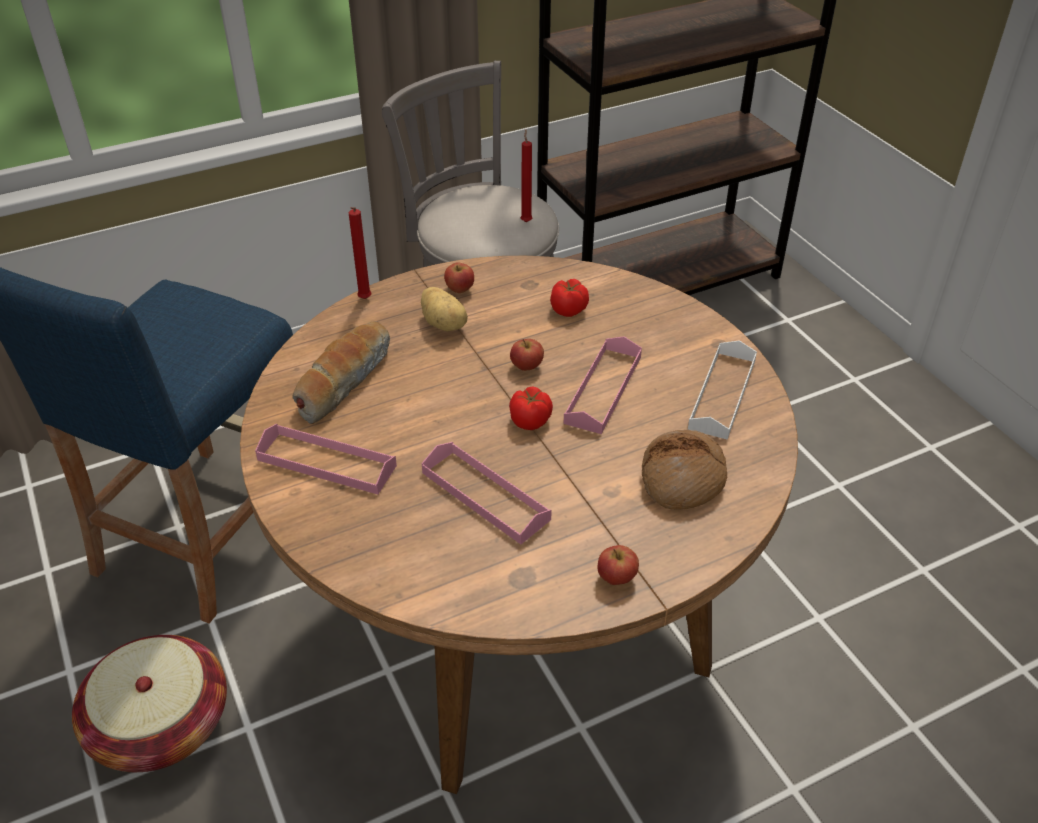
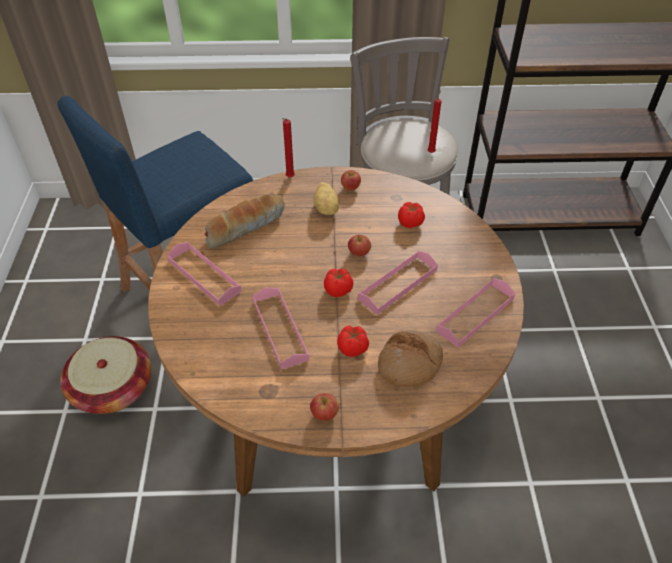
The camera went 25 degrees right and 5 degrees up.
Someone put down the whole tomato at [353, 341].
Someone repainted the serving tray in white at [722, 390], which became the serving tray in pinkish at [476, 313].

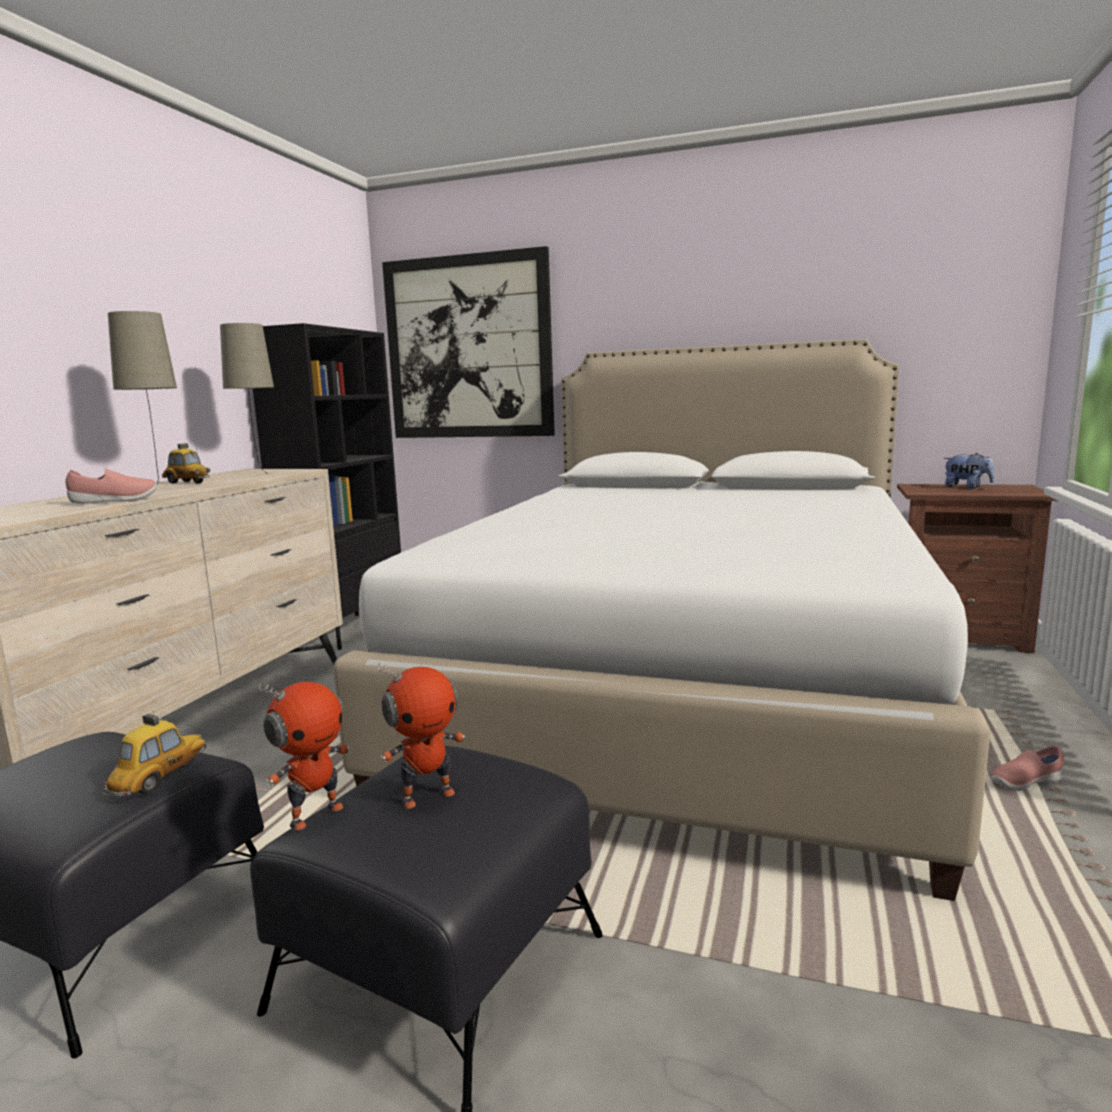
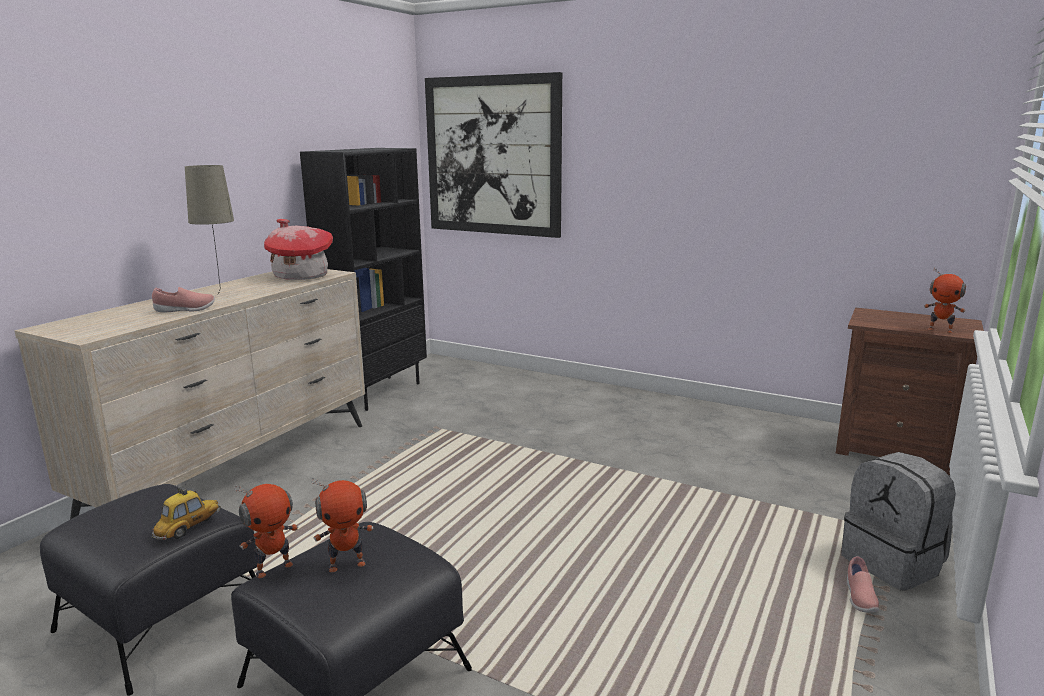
The camera went 10 degrees right and 5 degrees up.
Someone took away the model car at [186, 463].
Someone took away the bedroom bed in white at [661, 620].
Someone took away the cuddly toy at [969, 471].
Someone put down the backpack in greyish at [898, 521].
Someone put down the toy robot at [945, 300].
Someone swapped the lamp for a table in beige-coloured at [247, 398] for the model house at [298, 249].
Someone rotated the shoe in pinkish at [1028, 768] by 75 degrees counterclockwise.

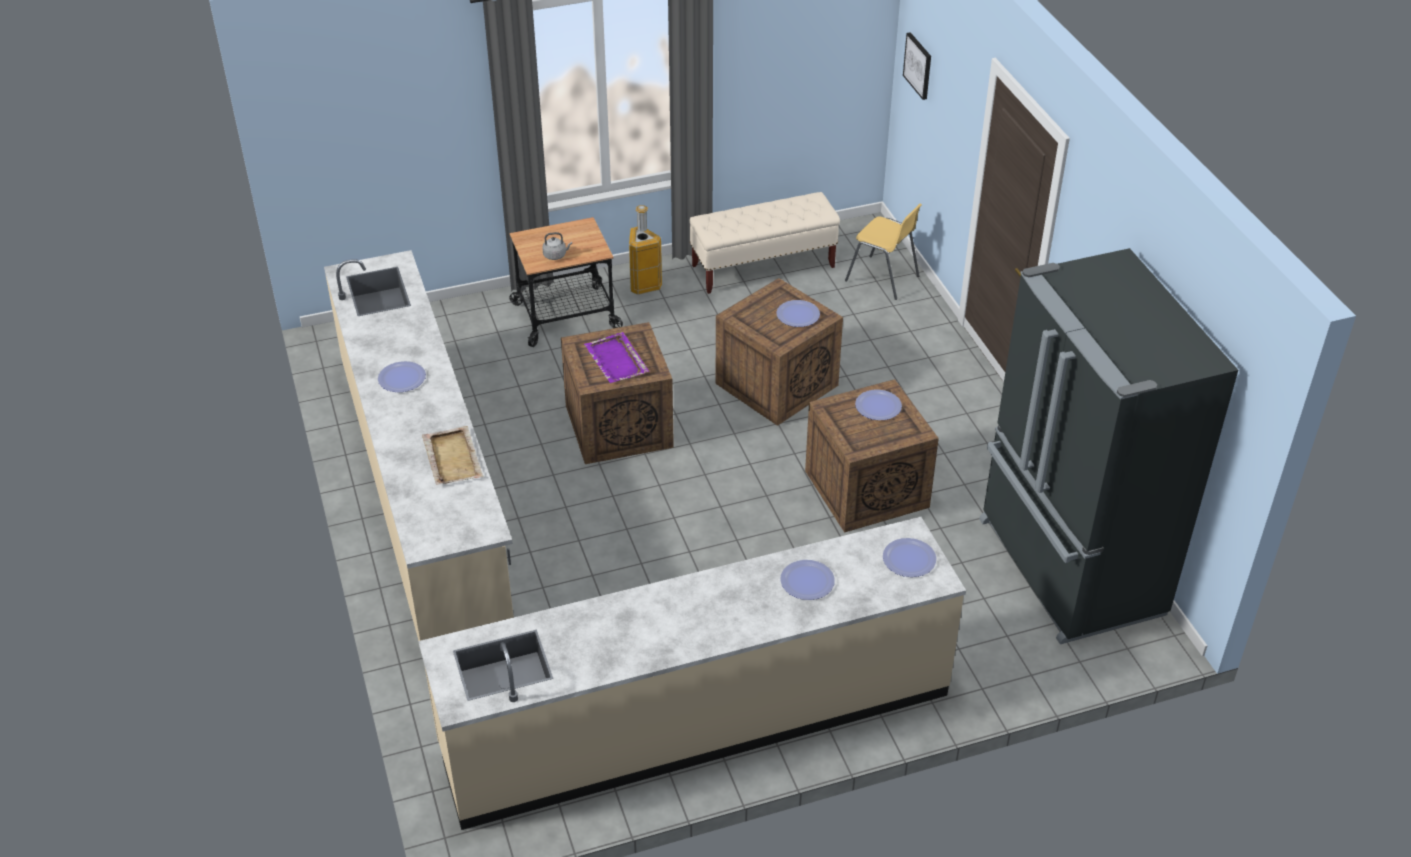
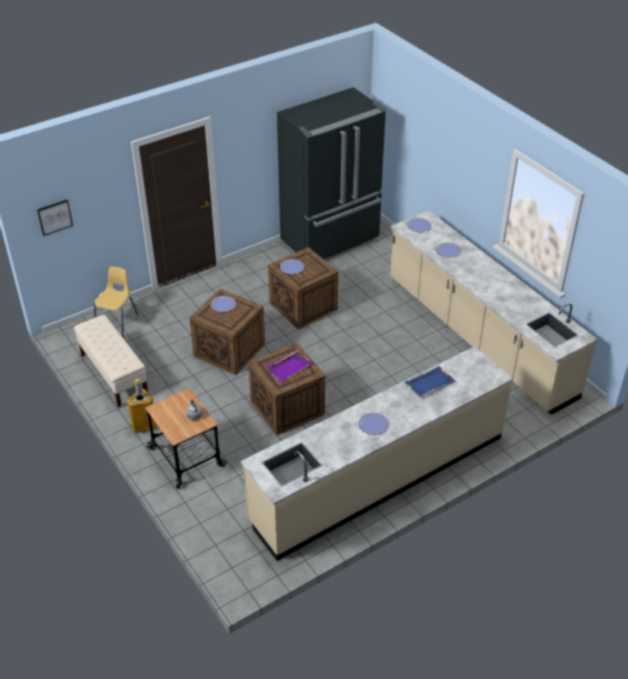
The camera went 105 degrees left and 0 degrees up.
Someone repainted the serving tray in beige-coloured at [453, 455], which became the serving tray in bluish at [430, 382].

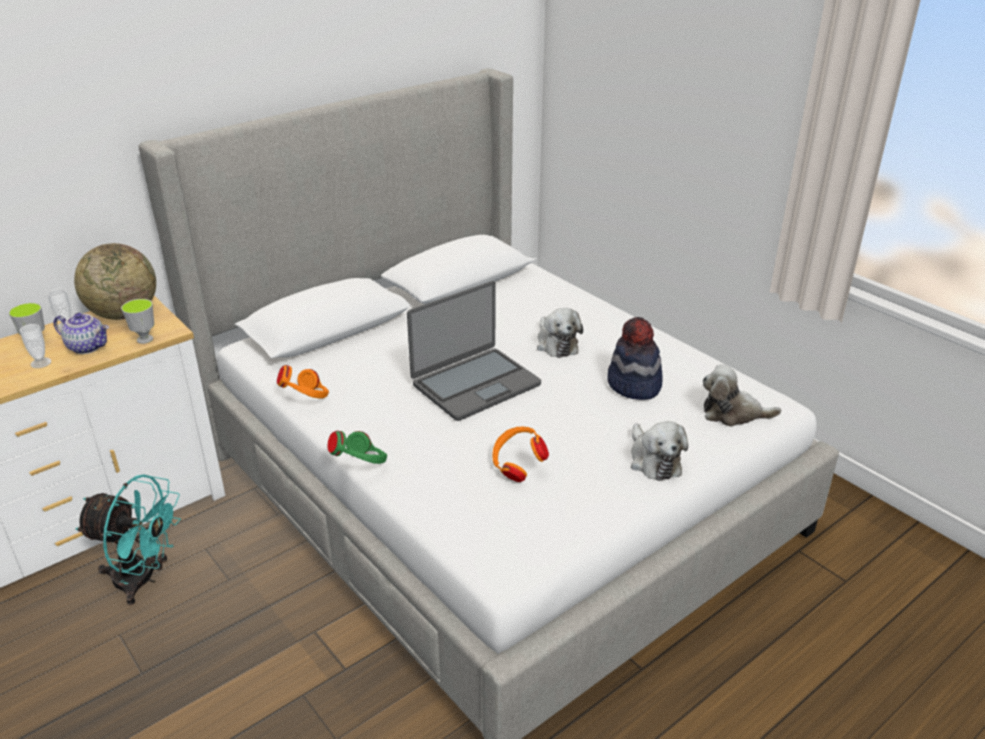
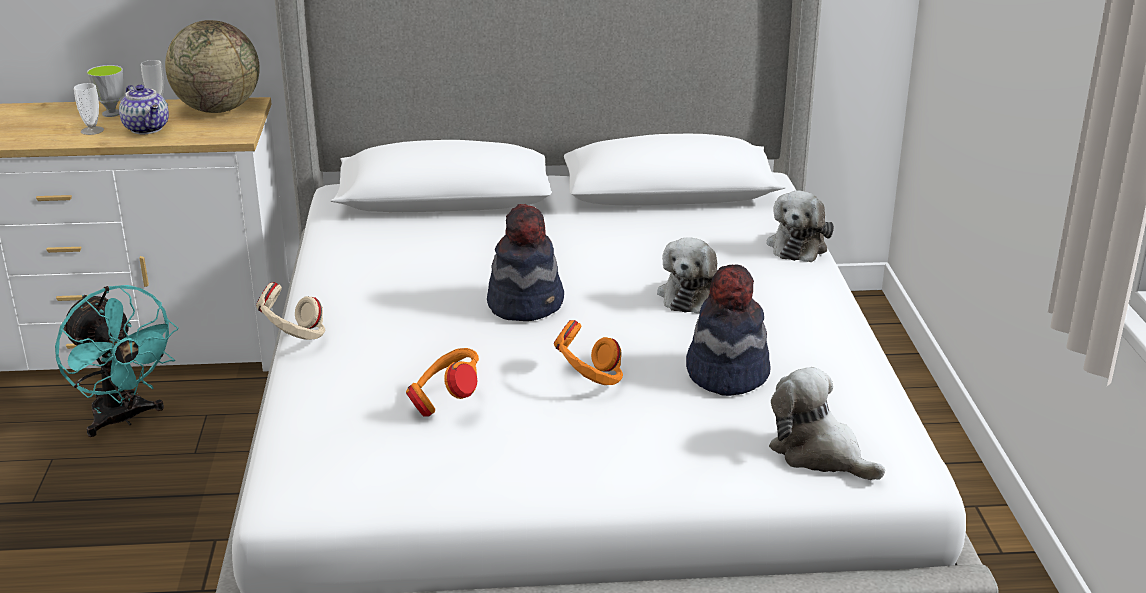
The camera went 35 degrees right and 5 degrees down.
Someone took away the small cup at [137, 321].
Someone carried the pair of headphones in orange from [303, 381] to [588, 352].
Someone carried the cuddly toy from [659, 451] to [800, 226].
Someone swapped the portable computer at [474, 351] for the hat at [525, 262].
Someone repainted the pair of headphones in green-coloured at [357, 447], which became the pair of headphones in beige-coloured at [290, 311].

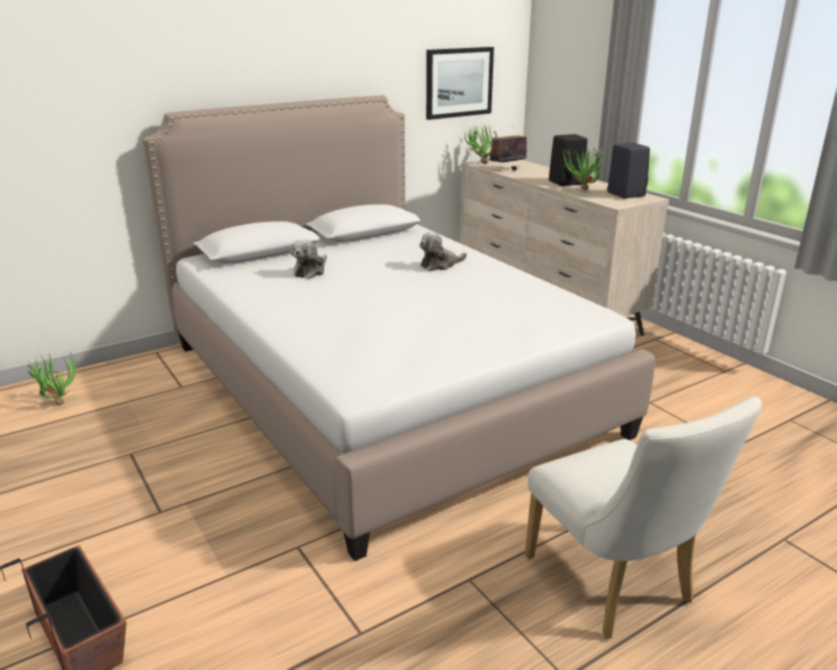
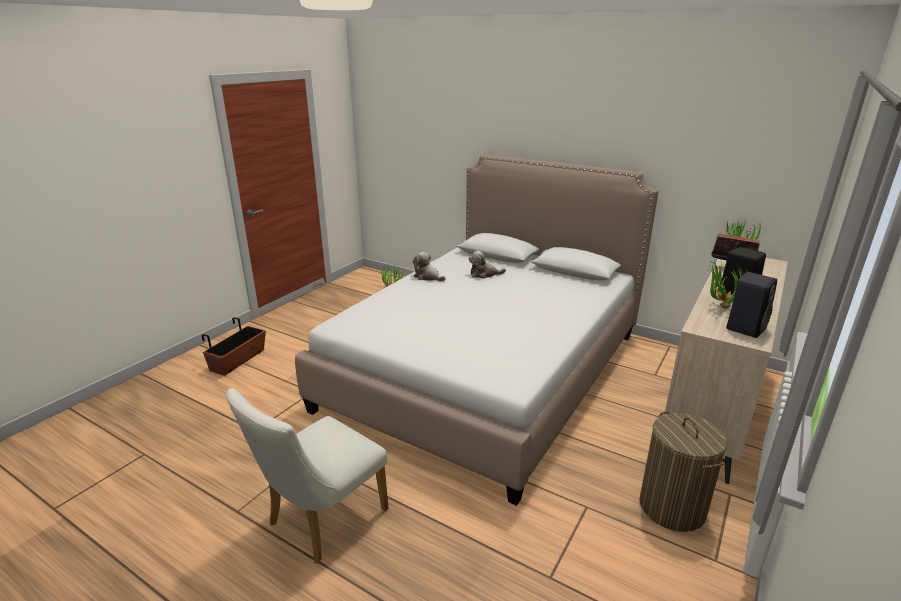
The camera went 65 degrees right and 0 degrees up.
Someone took away the wall picture at [460, 83].
Someone put down the hamper at [683, 471].
Someone carried the cuddly toy from [443, 251] to [429, 266].

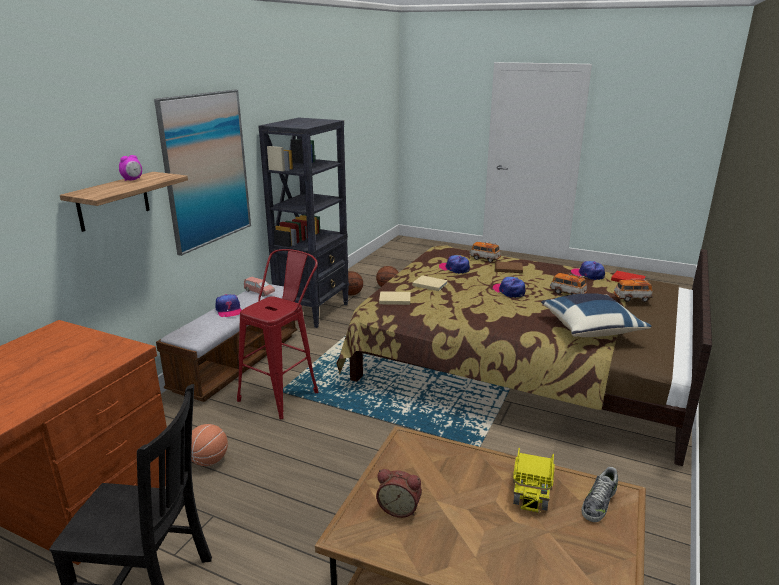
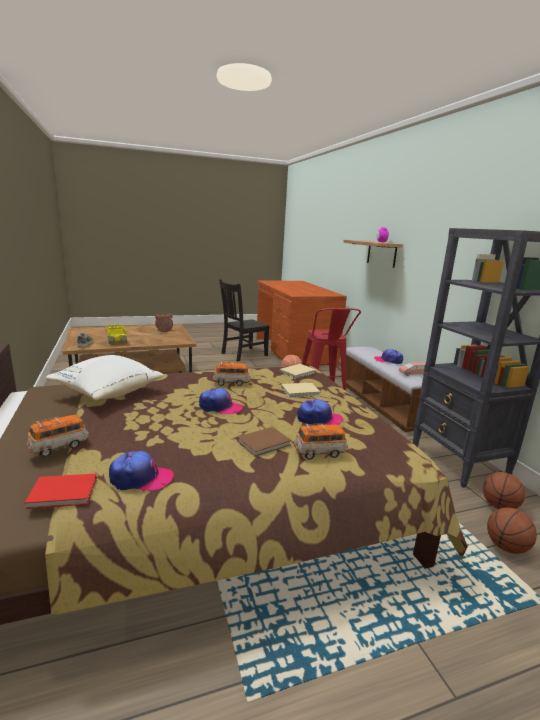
The camera went 135 degrees right and 5 degrees down.
Someone took away the wall picture at [202, 173].
Someone carried the model car from [568, 284] to [232, 374].
Someone repainted the cushion in bluish at [596, 315], which became the cushion in white at [105, 377].

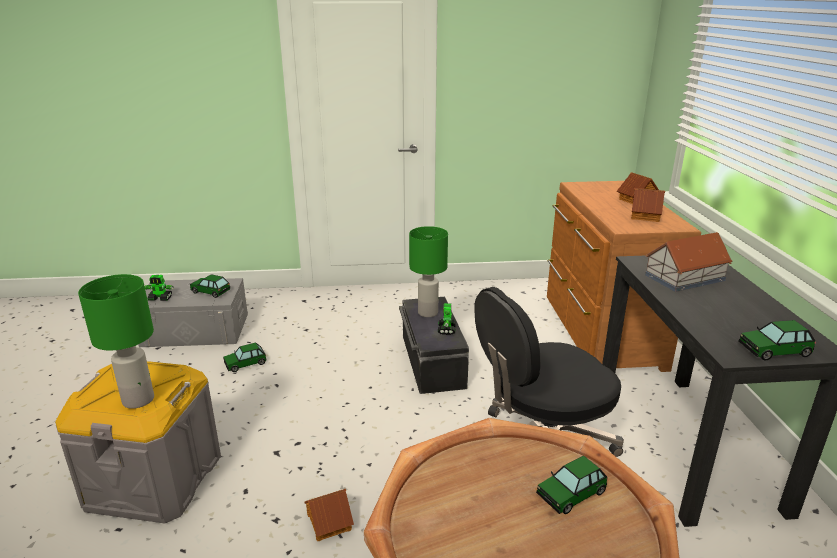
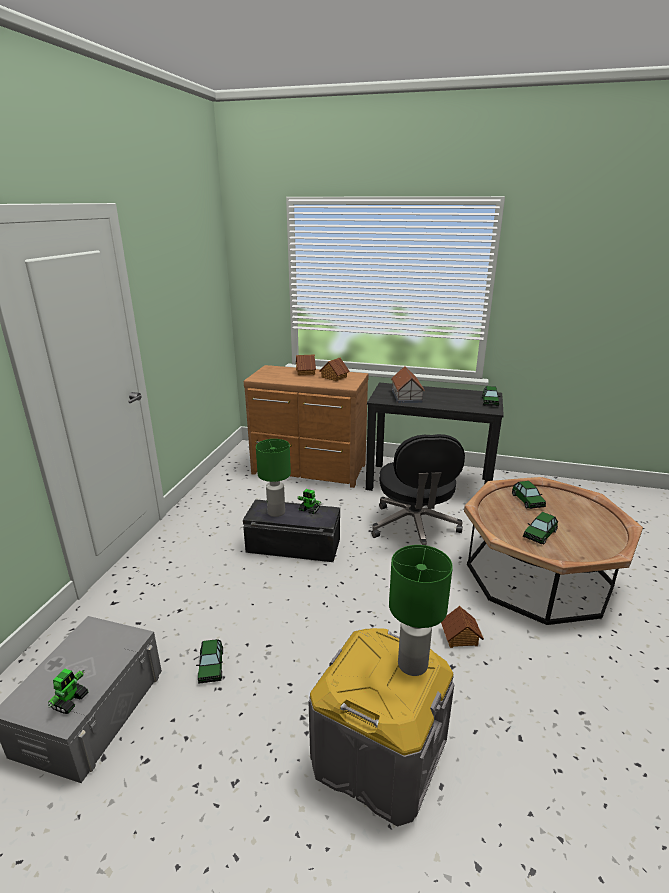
The camera went 70 degrees left and 0 degrees up.
Someone carried the model car from [210, 286] to [540, 528].

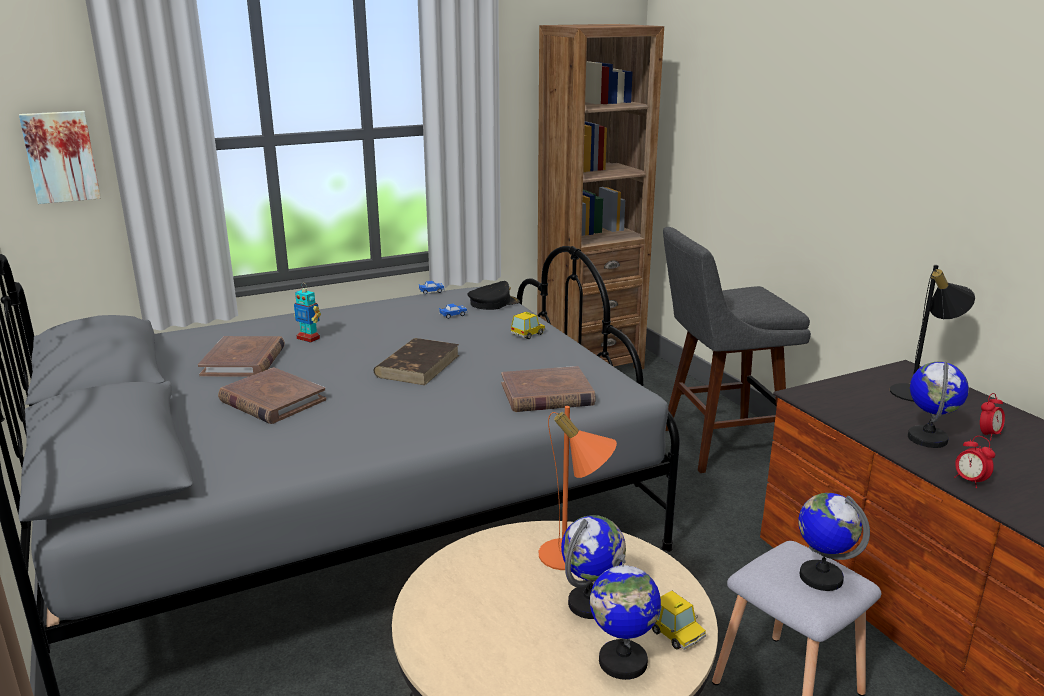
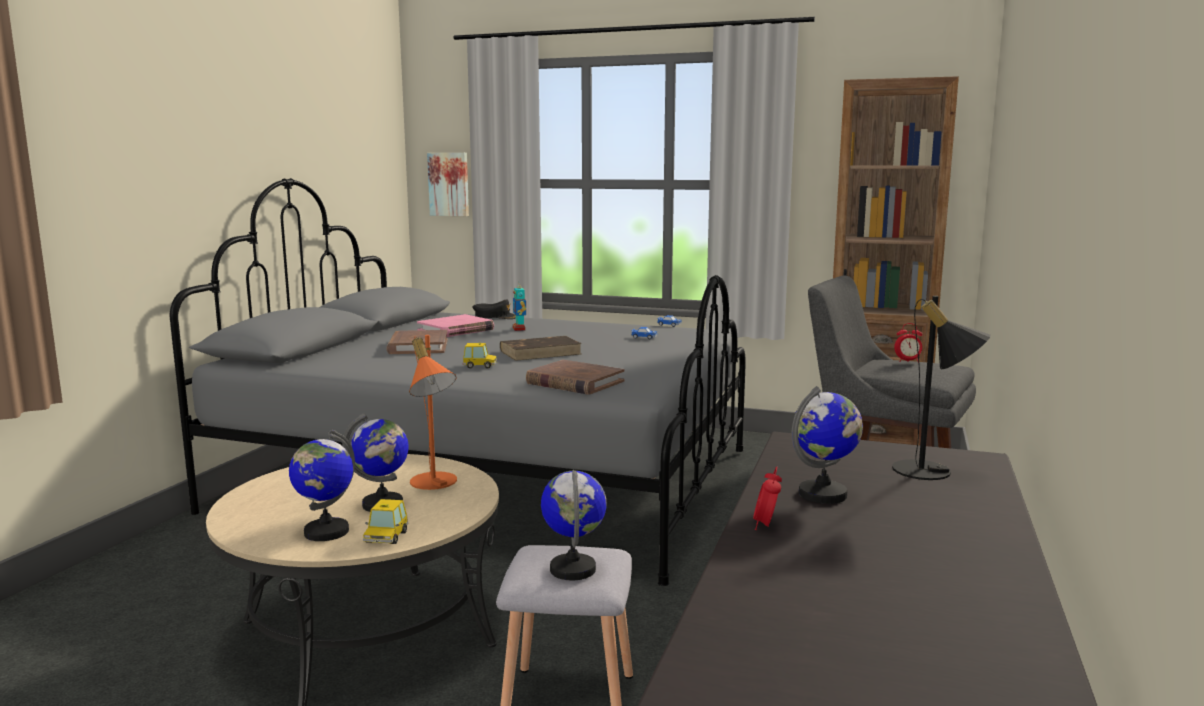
The camera went 45 degrees right and 10 degrees down.
Someone carried the peaked cap in black from [493, 295] to [494, 309].
Someone carried the model car from [527, 325] to [480, 355].
Someone carried the alarm clock from [992, 416] to [908, 342].
Someone repainted the bound book in brown-coloured at [241, 356], which became the bound book in pinkish at [455, 325].

